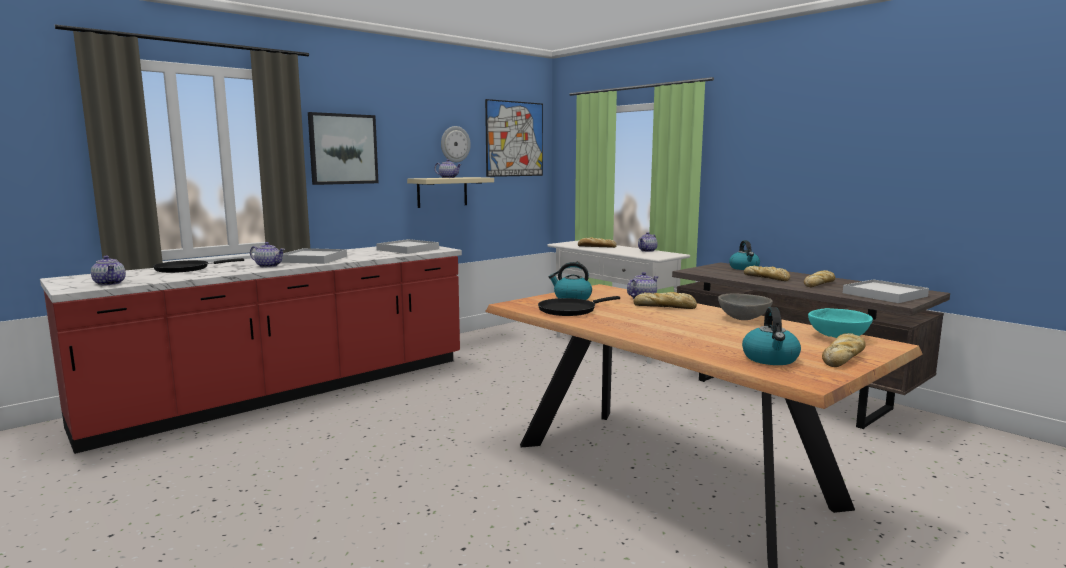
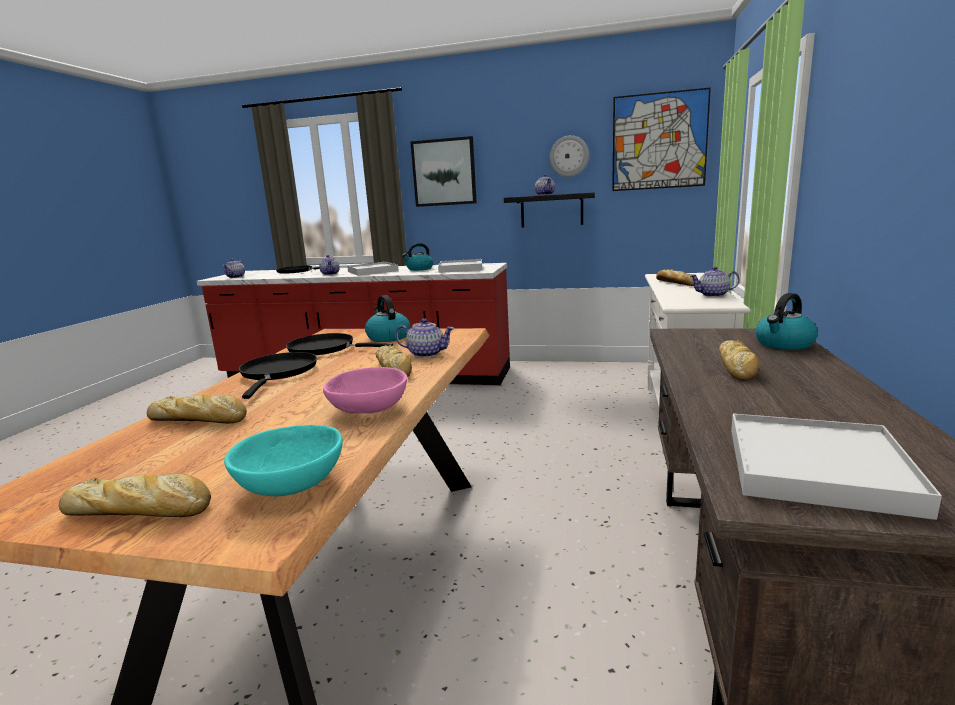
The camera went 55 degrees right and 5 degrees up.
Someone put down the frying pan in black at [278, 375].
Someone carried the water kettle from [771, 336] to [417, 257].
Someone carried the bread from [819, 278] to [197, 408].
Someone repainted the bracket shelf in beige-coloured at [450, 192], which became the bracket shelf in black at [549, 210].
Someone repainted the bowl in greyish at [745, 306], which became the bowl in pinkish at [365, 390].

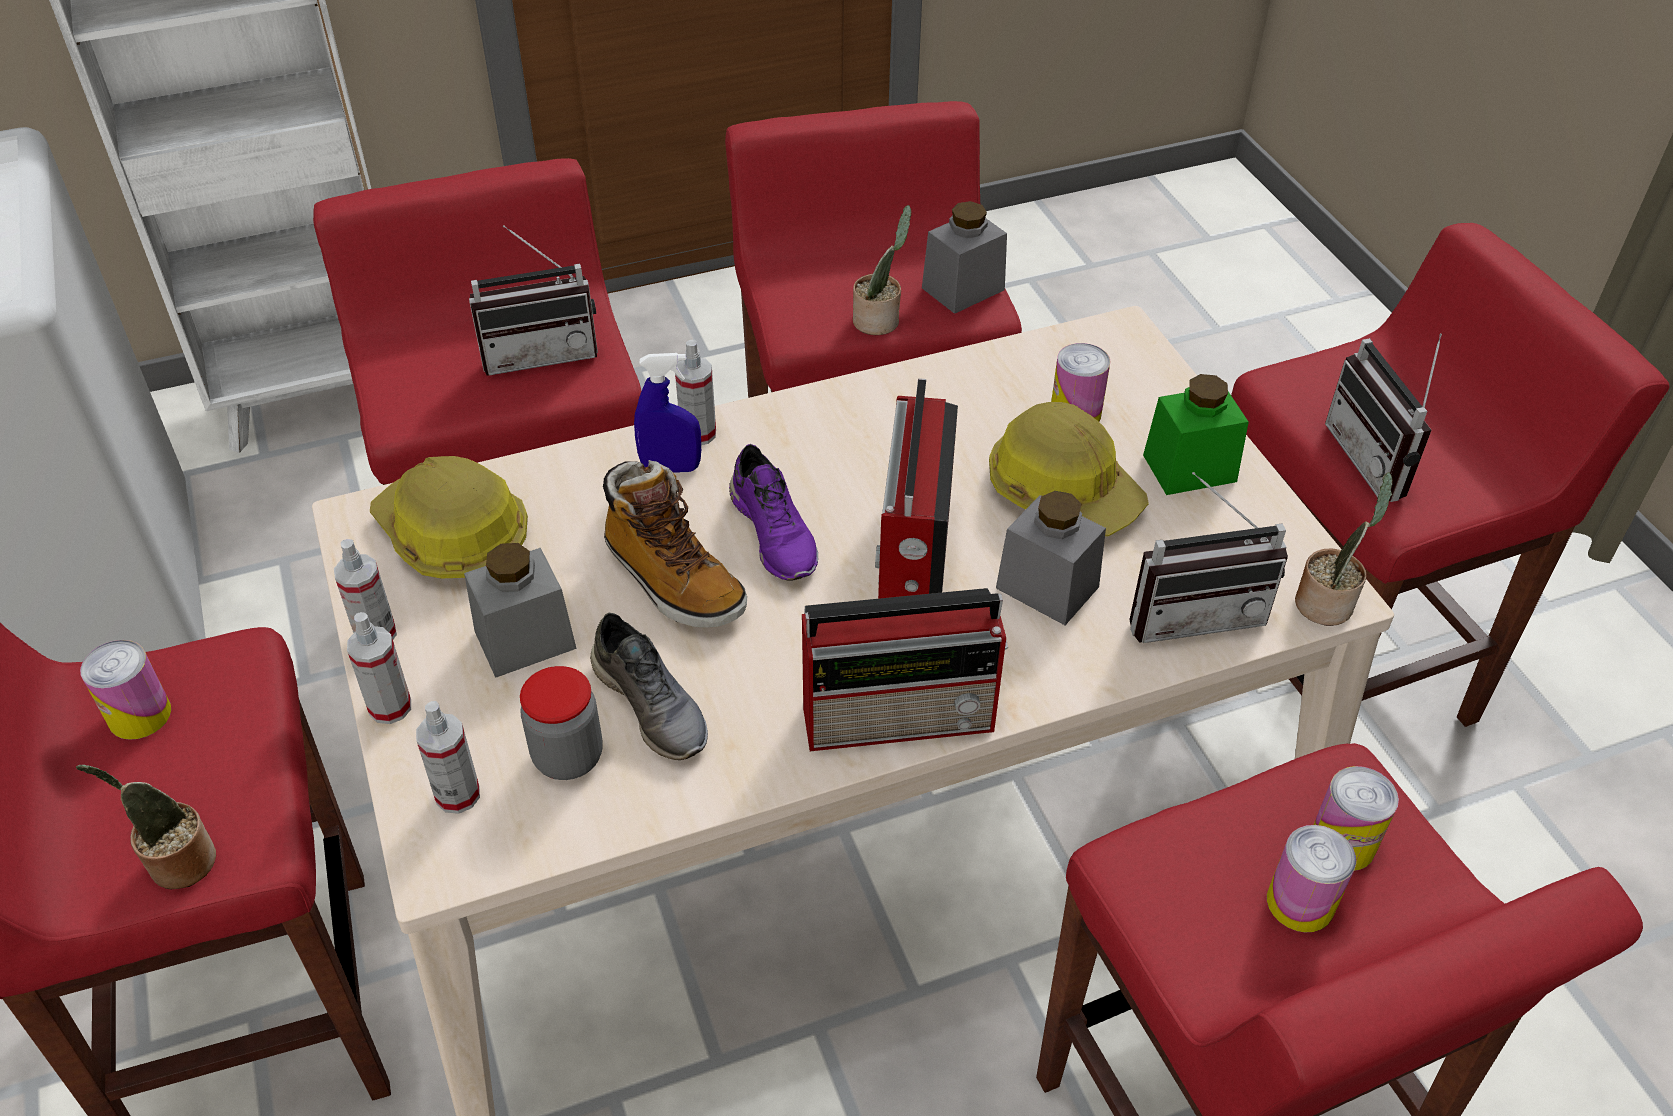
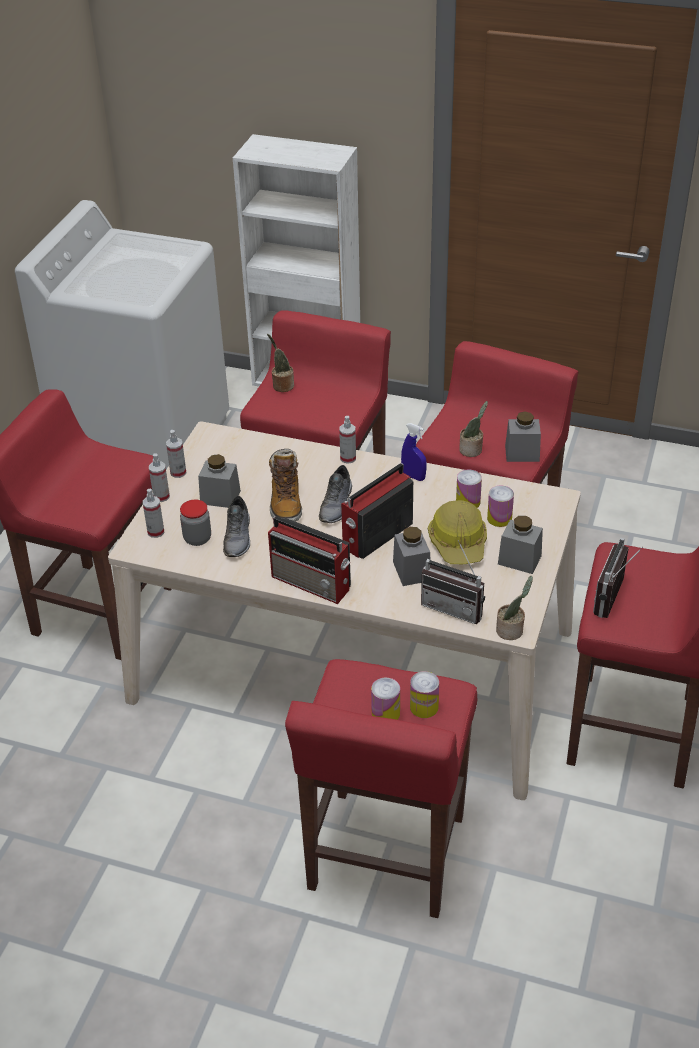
The camera went 40 degrees right and 5 degrees down.
Someone took away the work helmet at [449, 517].
Someone took away the radio at [533, 300].
Someone carried the potted plant from [146, 827] to [280, 363].
Someone carried the can from [125, 690] to [469, 489].
Someone carried the sprayer in bluish from [667, 413] to [414, 452].
Someone repainted the shoe in purple-coloured at [773, 512], which became the shoe in greyish at [335, 494].
Someone repainted the jar in green-coloured at [1196, 434], which became the jar in greyish at [520, 545].

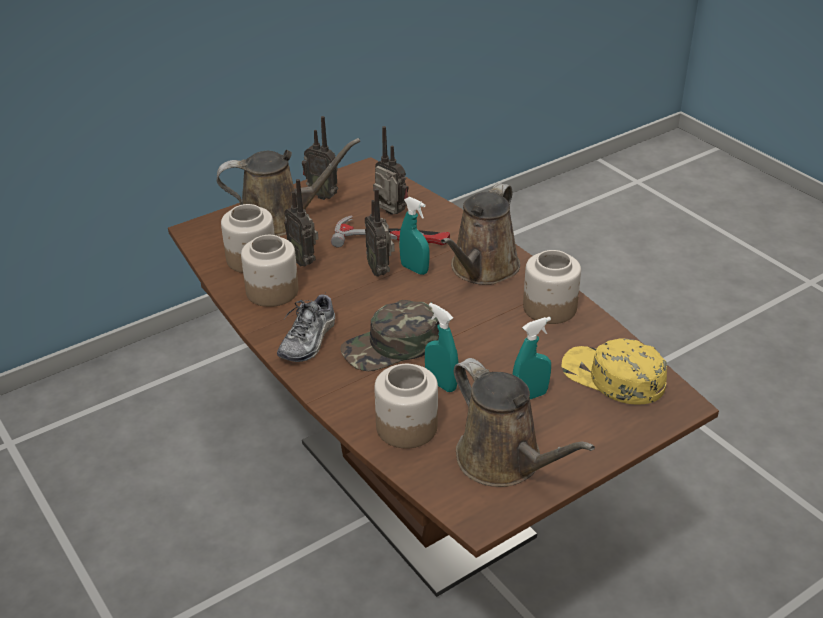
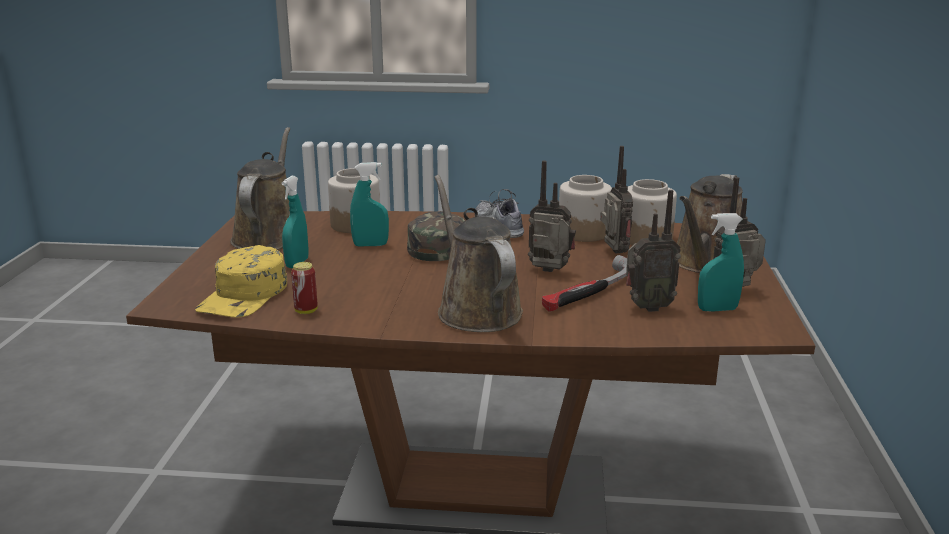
The camera went 130 degrees right and 15 degrees down.
Someone took away the jar at [552, 287].
Someone put down the can at [304, 288].
Someone carried the sprayer in turquoise-coloured from [414, 236] to [721, 262].
Someone rotated the radio at [301, 223] by 75 degrees clockwise.
Someone rotated the sprinkling can in brown-coloured at [524, 422] by 90 degrees clockwise.
Someone rotated the peaked cap in yellowish at [614, 371] by 120 degrees clockwise.

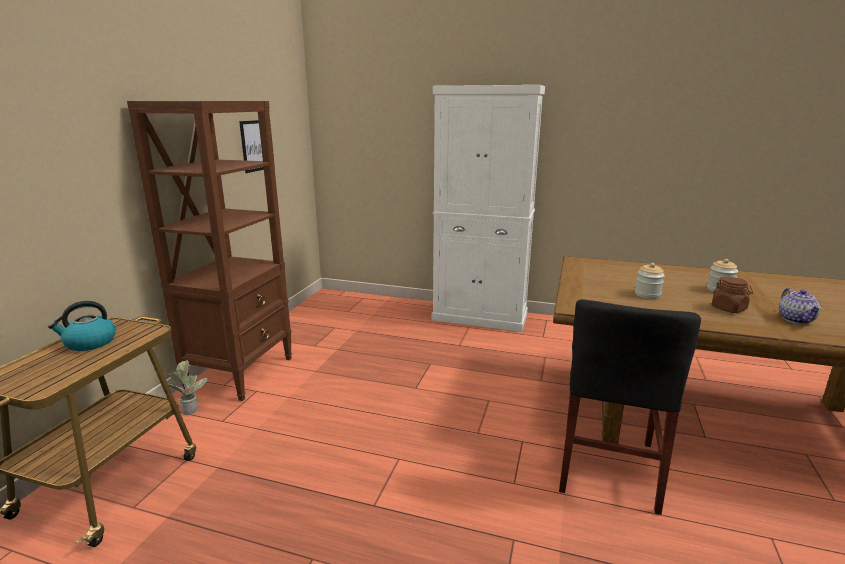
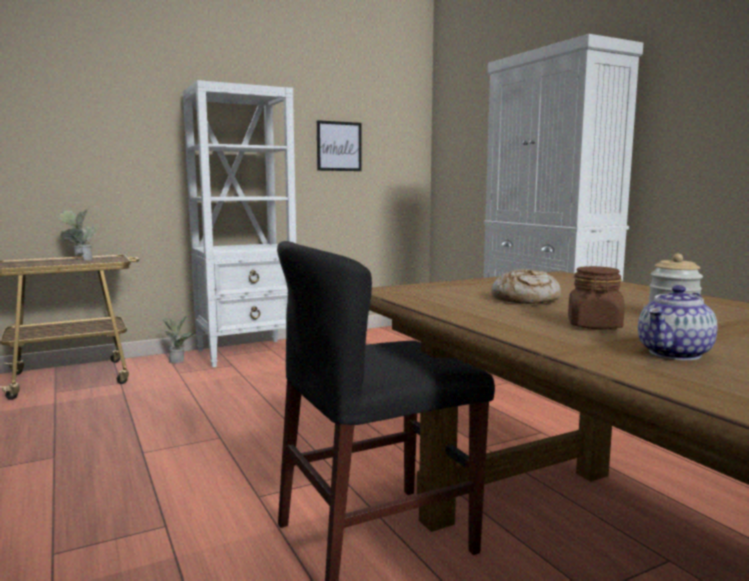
The camera went 45 degrees right and 10 degrees down.
Someone swapped the water kettle at [82, 326] for the potted plant at [78, 235].
Someone swapped the jar at [650, 281] for the bread at [526, 286].
Someone repainted the shelving unit in brown-coloured at [209, 251], which became the shelving unit in white at [239, 223].

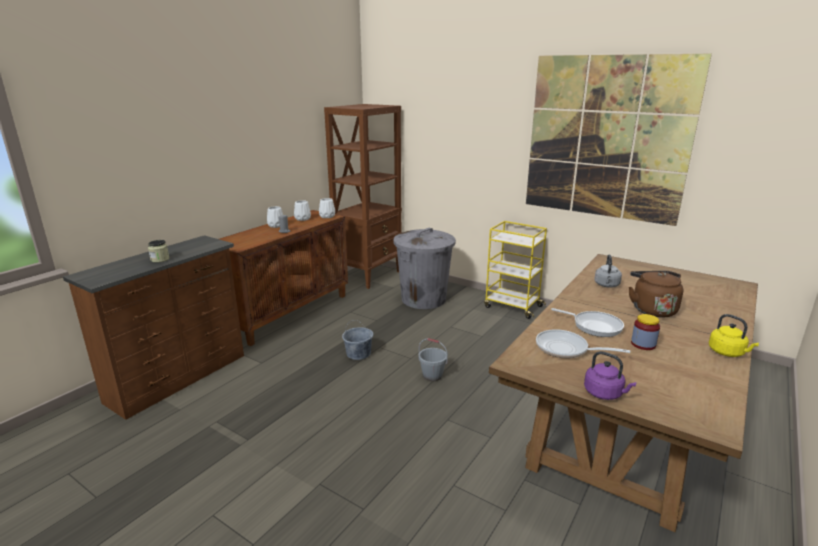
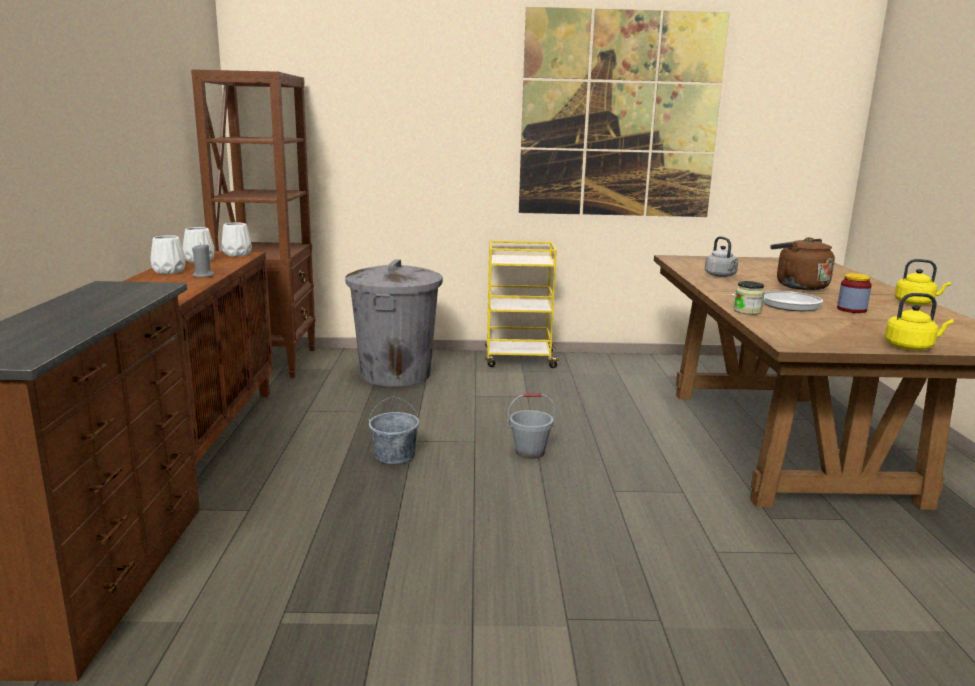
The camera went 35 degrees left and 5 degrees down.
Someone took away the frying pan at [583, 343].
Someone carried the jar from [158, 251] to [749, 298].
Someone repainted the water kettle in purple-coloured at [610, 375], which became the water kettle in yellowish at [919, 321].

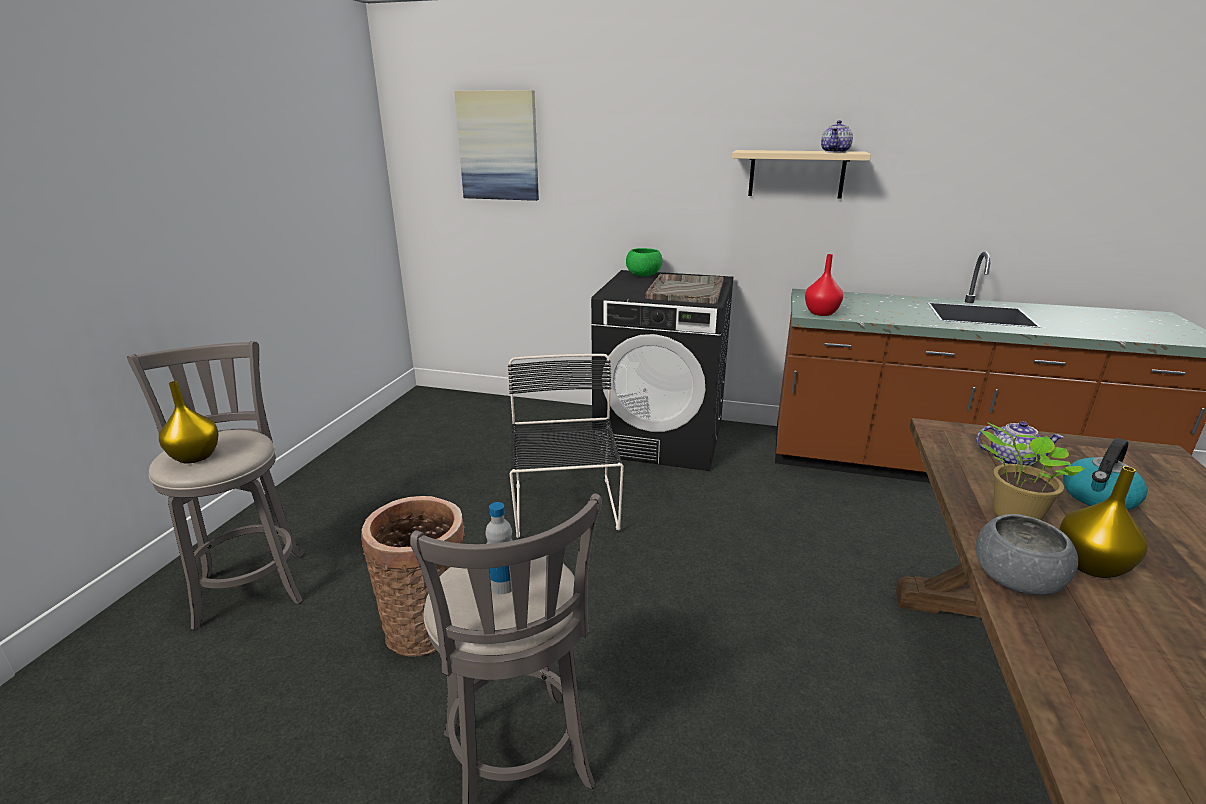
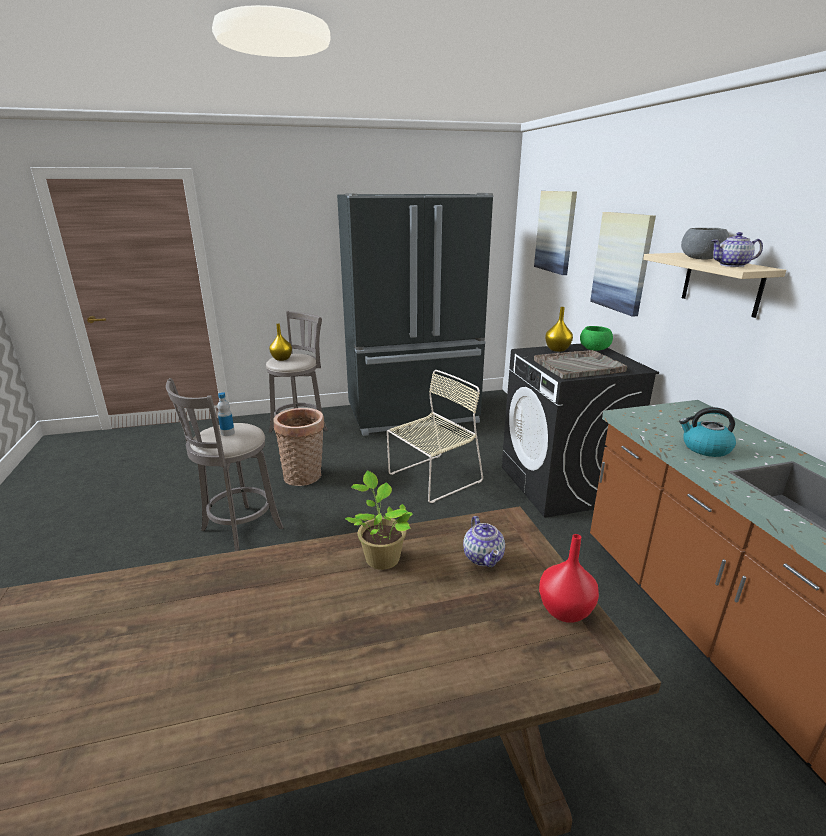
The camera went 60 degrees right and 0 degrees up.
Someone put down the fridge in black at [415, 314].
Someone put up the wall picture at [623, 264].
Someone carried the flower vase in red from [824, 285] to [569, 578].
Someone carried the bowl in greyish from [1026, 554] to [705, 244].
Someone carried the flower vase in yellowish from [1103, 522] to [559, 329].
Someone carried the water kettle from [1105, 474] to [707, 432].
Someone repainted the chair in black at [566, 446], which became the chair in beige-coloured at [435, 436].

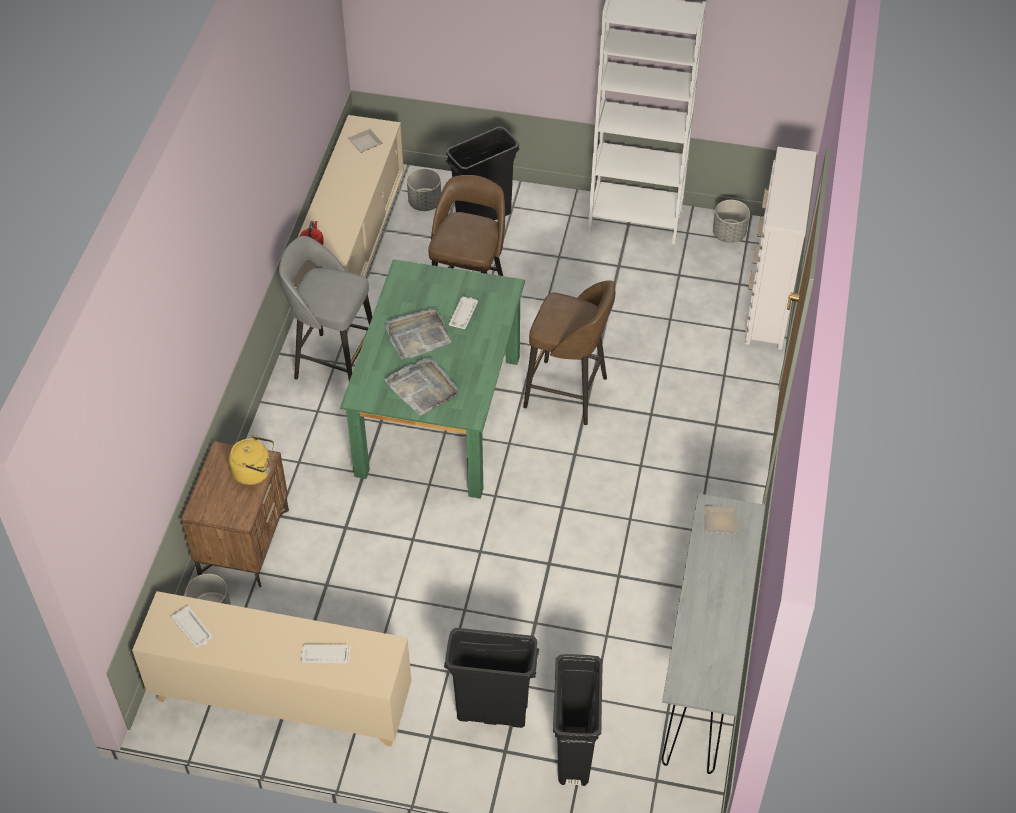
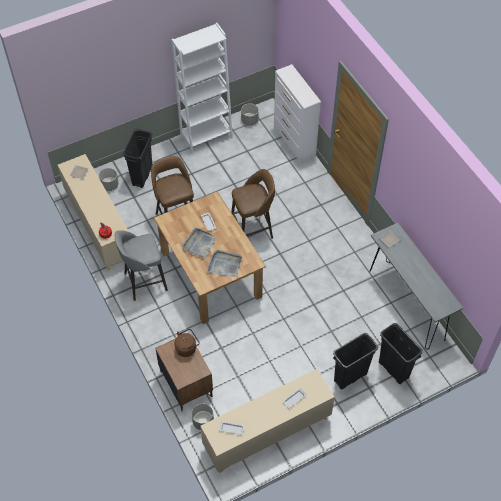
The camera went 40 degrees left and 5 degrees up.
Someone repainted the water kettle in yellowish at [251, 459], which became the water kettle in brown-coloured at [187, 343].
Someone repainted the dinner table in green-coloured at [432, 379], which became the dinner table in brown-coloured at [210, 257].

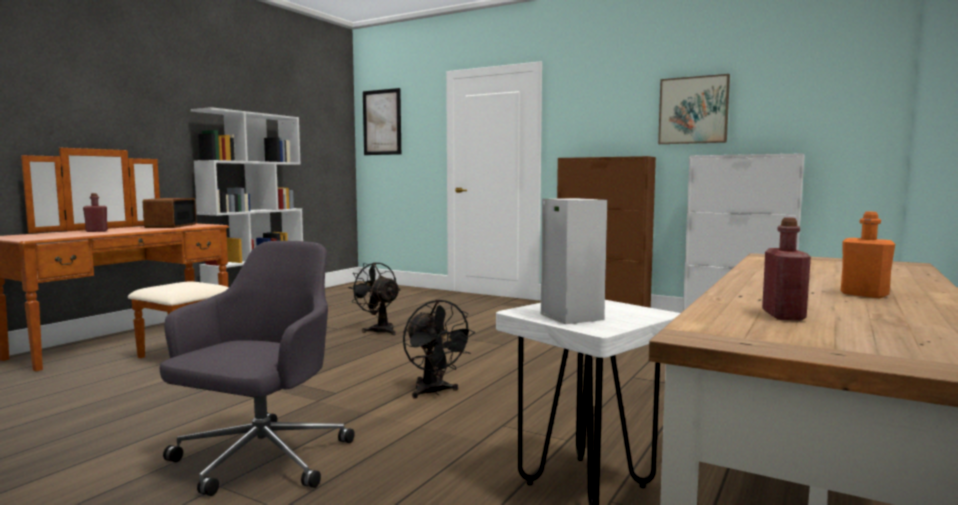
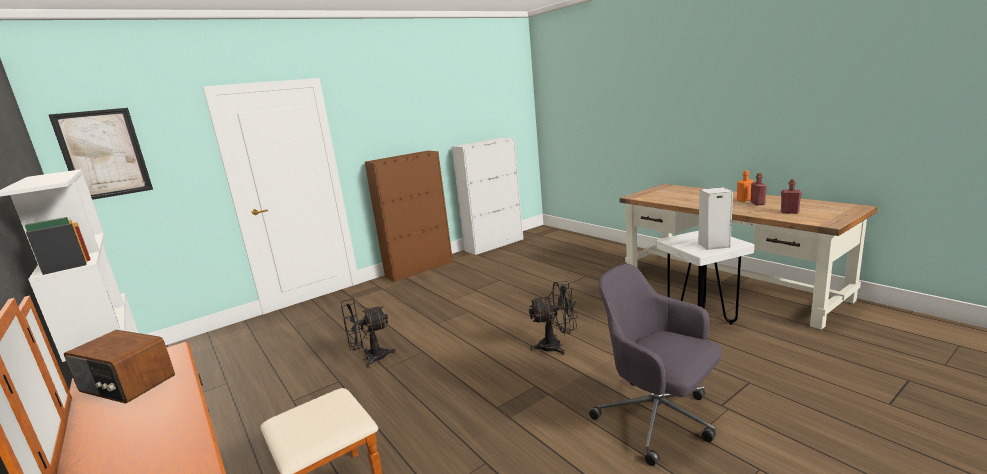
The camera went 65 degrees left and 10 degrees up.
Someone took away the wall picture at [694, 109].
Someone carried the beverage bottle in red from [95, 212] to [758, 189].

